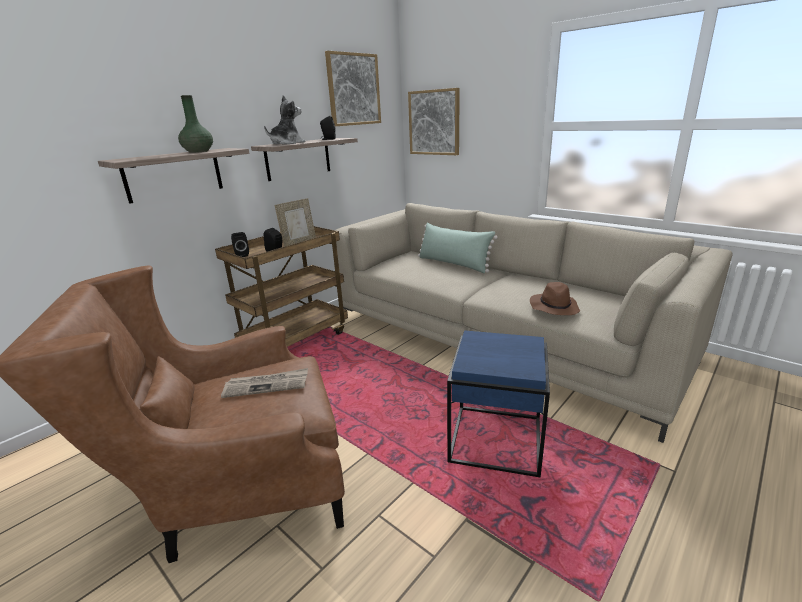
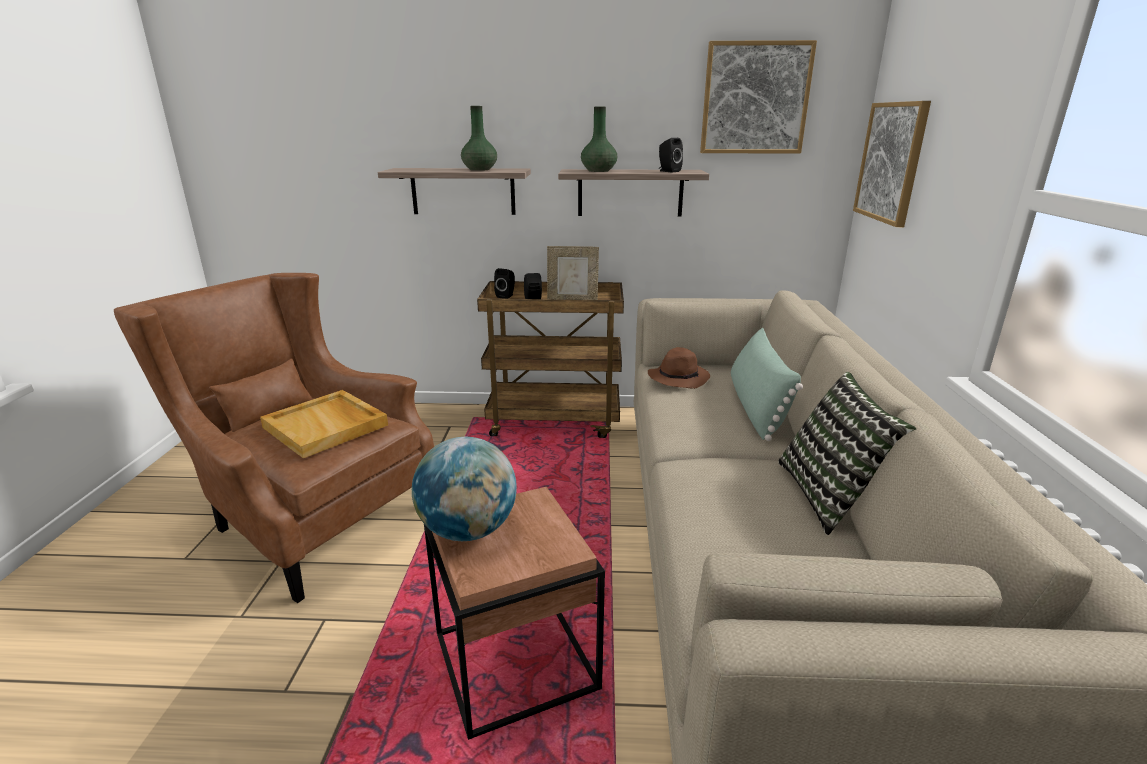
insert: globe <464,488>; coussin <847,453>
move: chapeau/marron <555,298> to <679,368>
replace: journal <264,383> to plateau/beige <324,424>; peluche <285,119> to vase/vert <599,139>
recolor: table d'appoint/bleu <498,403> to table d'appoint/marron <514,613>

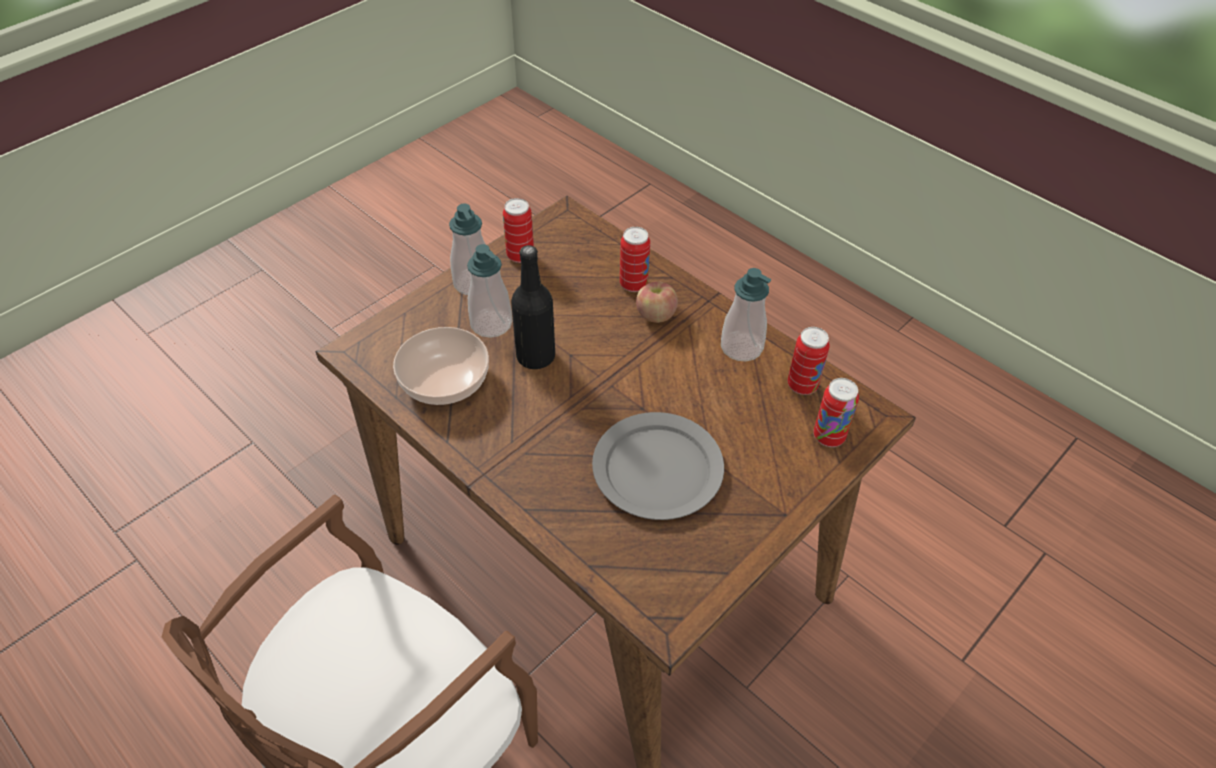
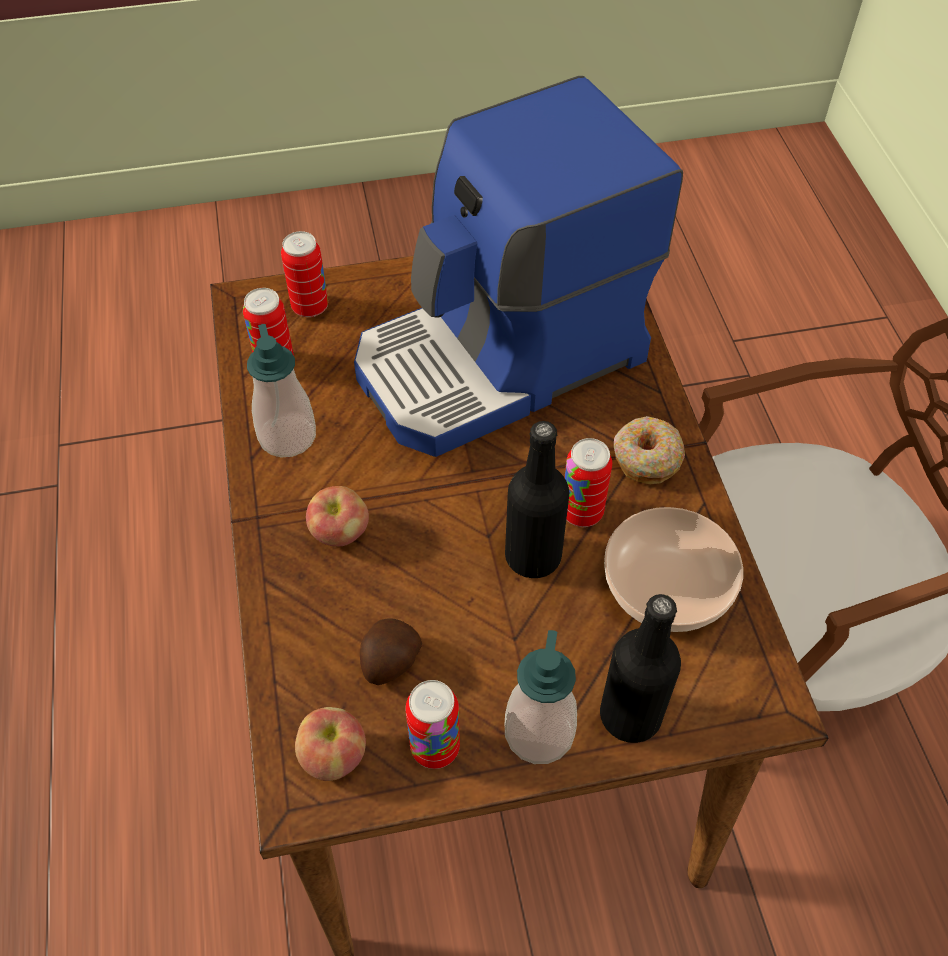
delete: distributeur de savon <489,291>
insert: pomme <330,744>; pomme de terre <391,651>; bouteille/noir <640,668>; beignet <649,450>
move: boîte métallique <635,259> to <588,482>
replace: assiette/gris <658,466> to machine à café <518,266>

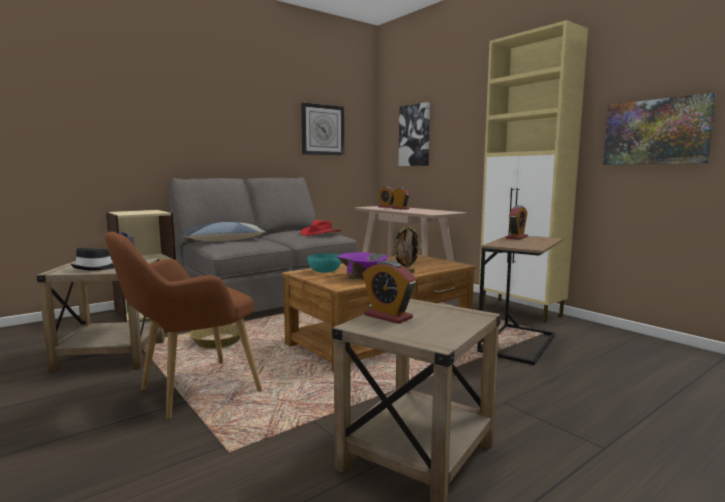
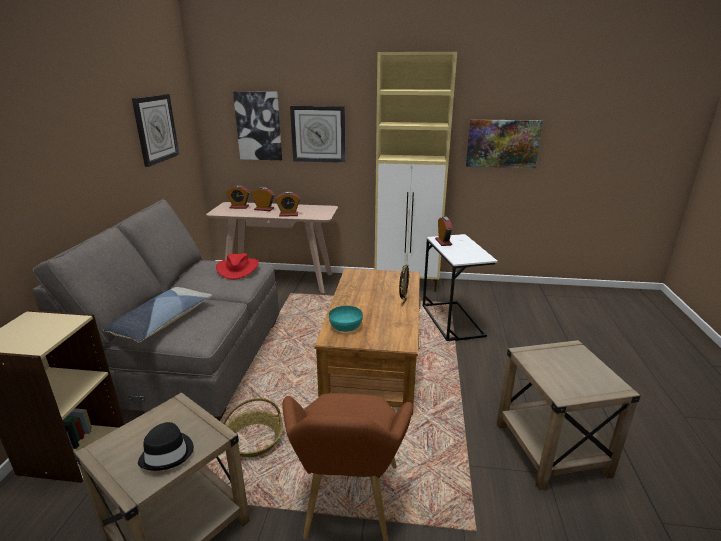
delete: bol/violet <362,265>
insert: horloge murale <318,134>
move: réveil <389,292> to <288,204>
recolor: table d'appoint/marron <520,300> to table d'appoint/blanc <460,287>

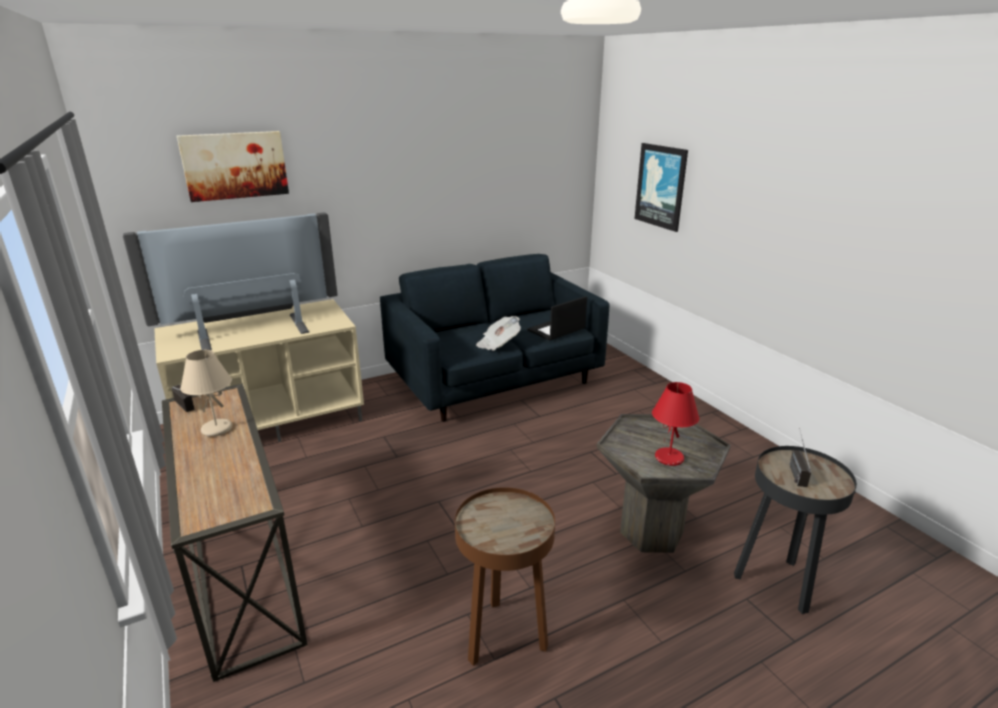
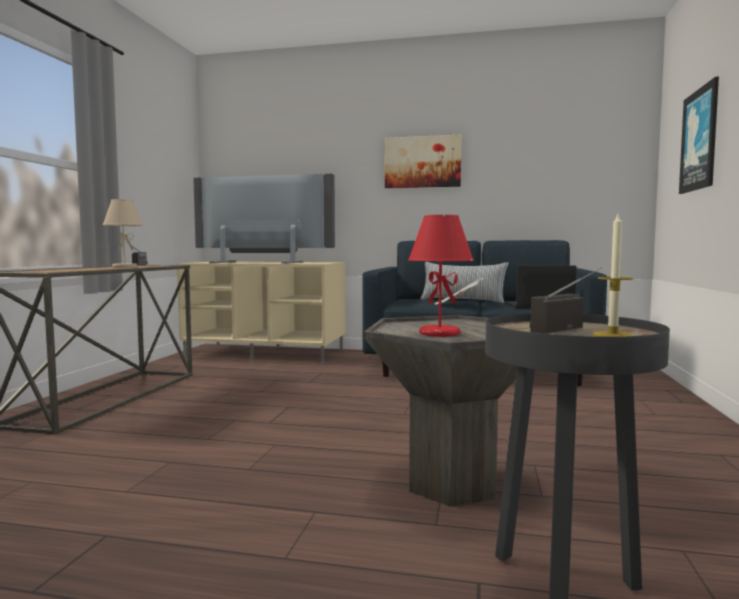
delete: table d'appoint/marron <505,576>
insert: coussin <464,282>; bougie <613,275>
move: tableau <233,166> to <423,161>

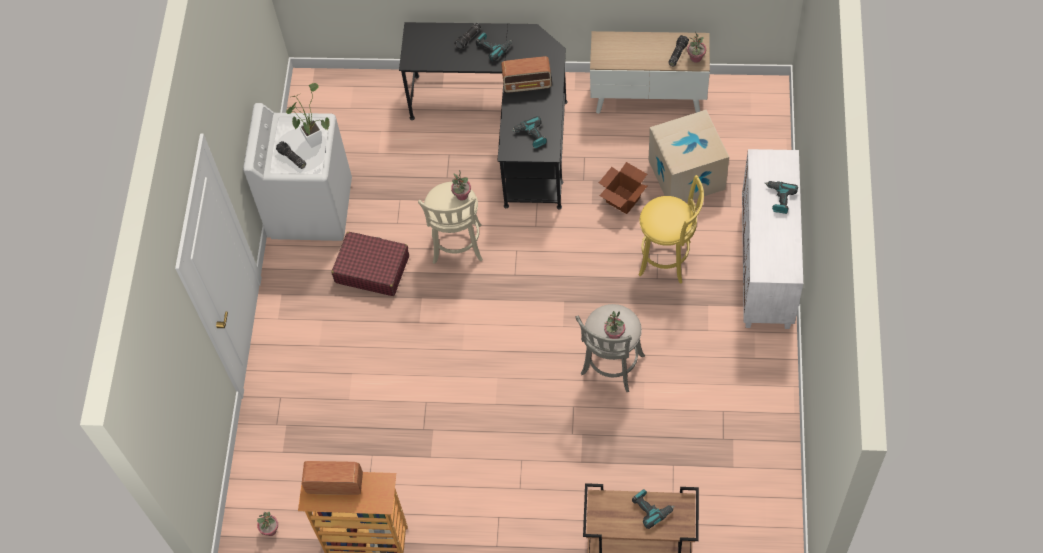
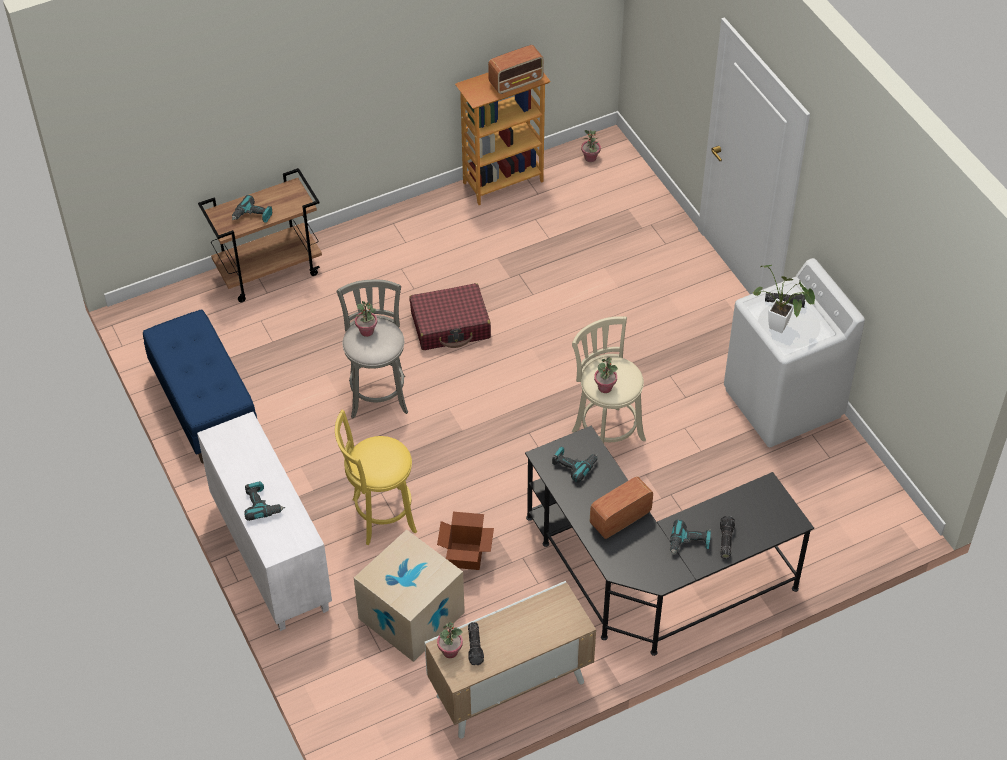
insert: banc/bleu <200,386>
move: valise/rouge <370,264> to <450,316>

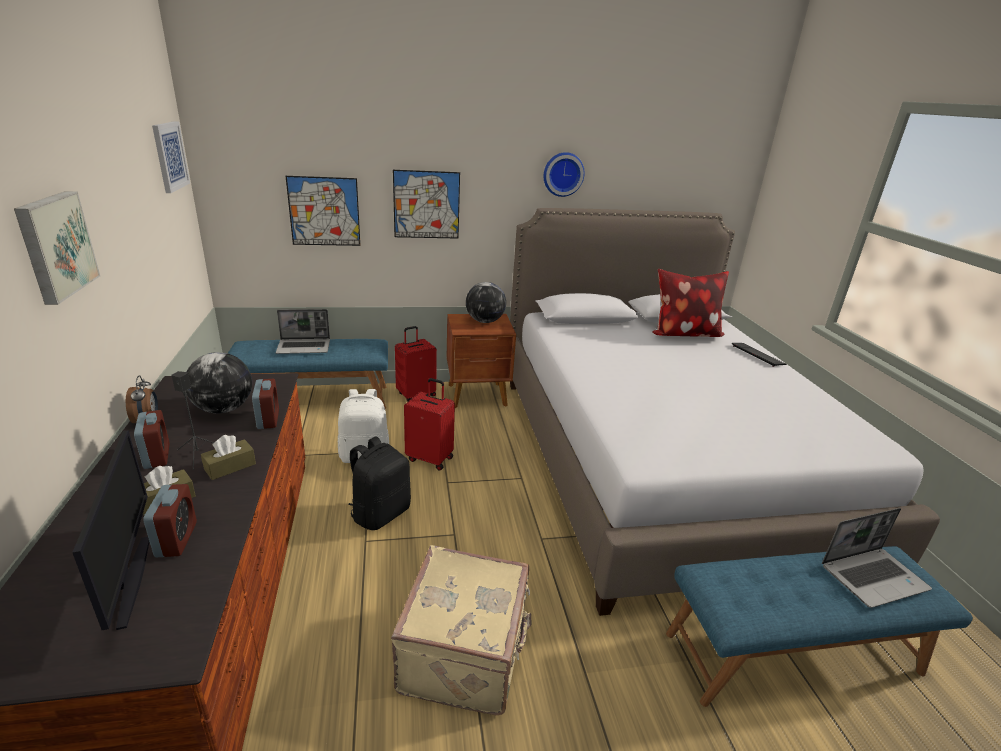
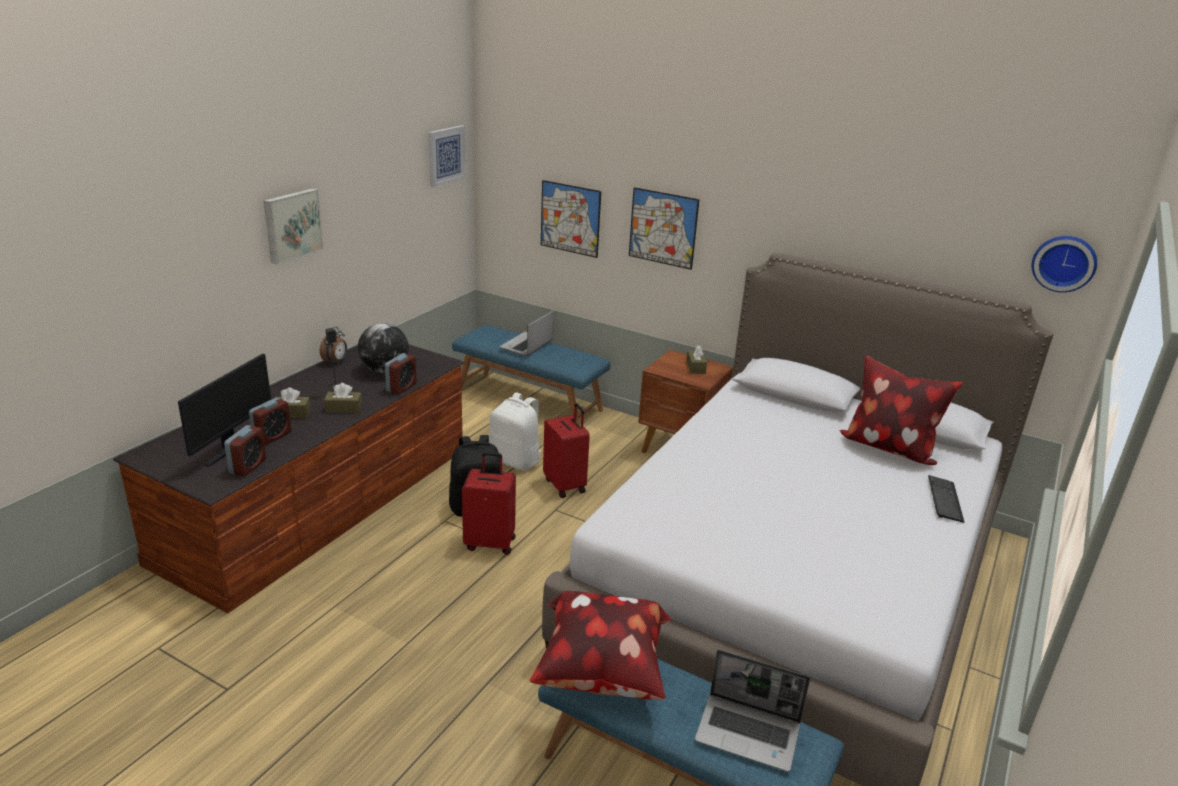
delete: valise/beige <461,630>
insert: coussin <601,645>
move: réveil <152,439> to <245,451>; valise/rouge <416,363> to <489,503>; horloge murale <564,174> to <1064,264>
replace: globe <486,302> to boîte à mouchoirs/marron <696,359>
rotate: ordinateur portable <302,331> = <526,333> 90 degrees clockwise

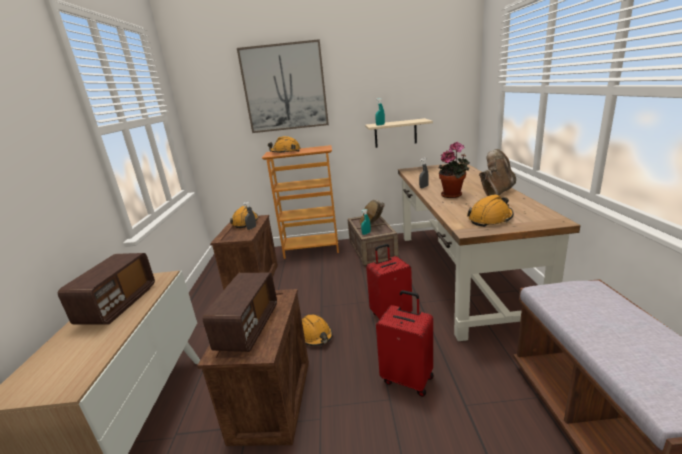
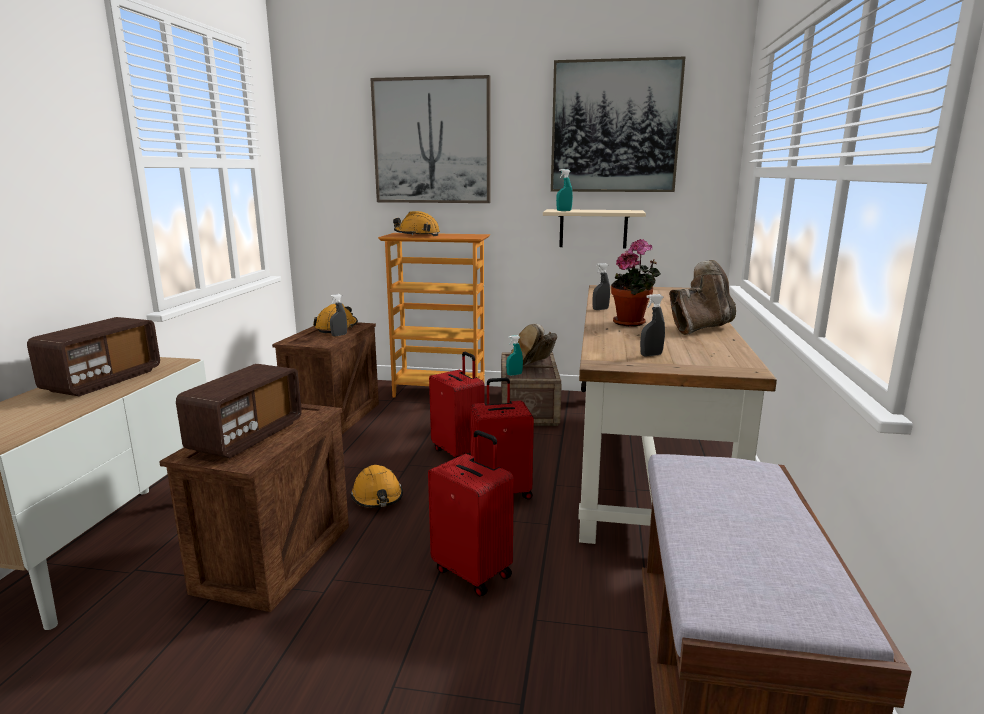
insert: valise/rouge <457,405>; tableau <618,124>
replace: casque de chantier/orange <490,210> to vaporisateur/gris <652,325>

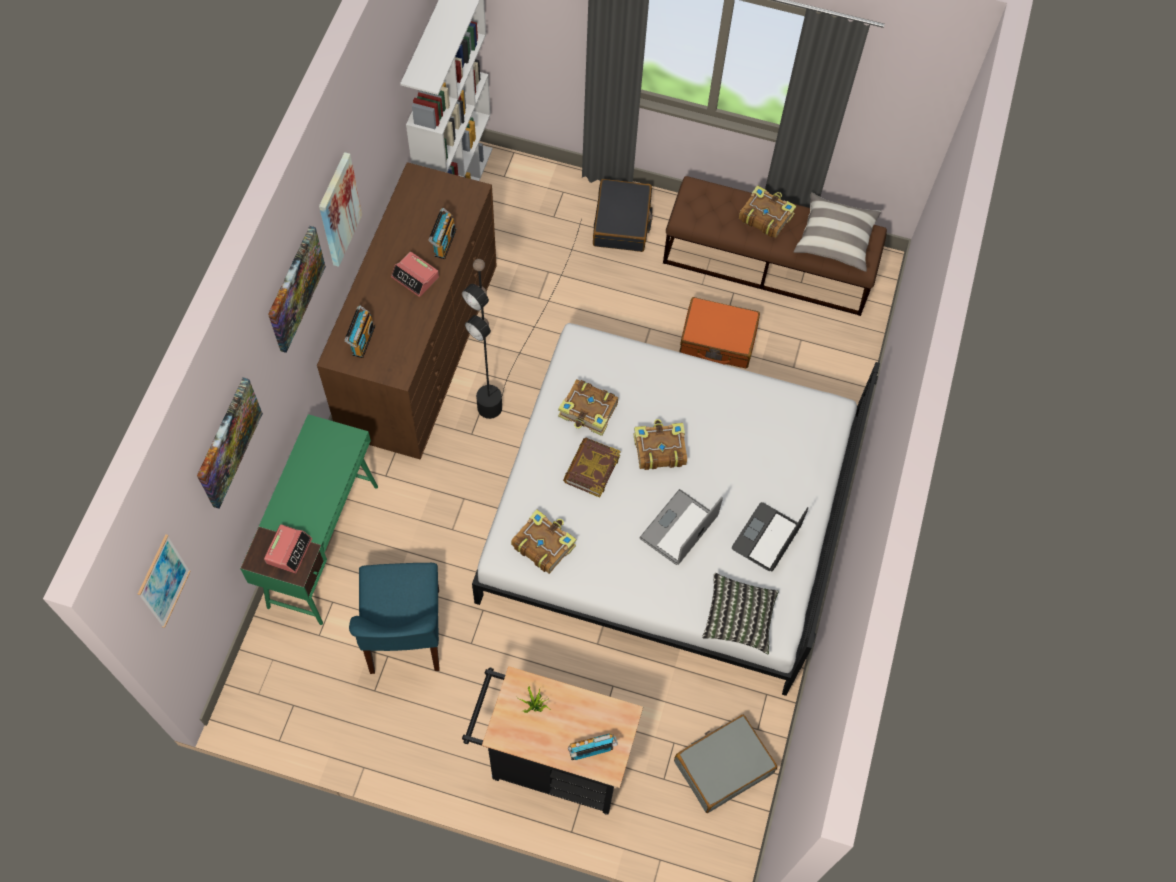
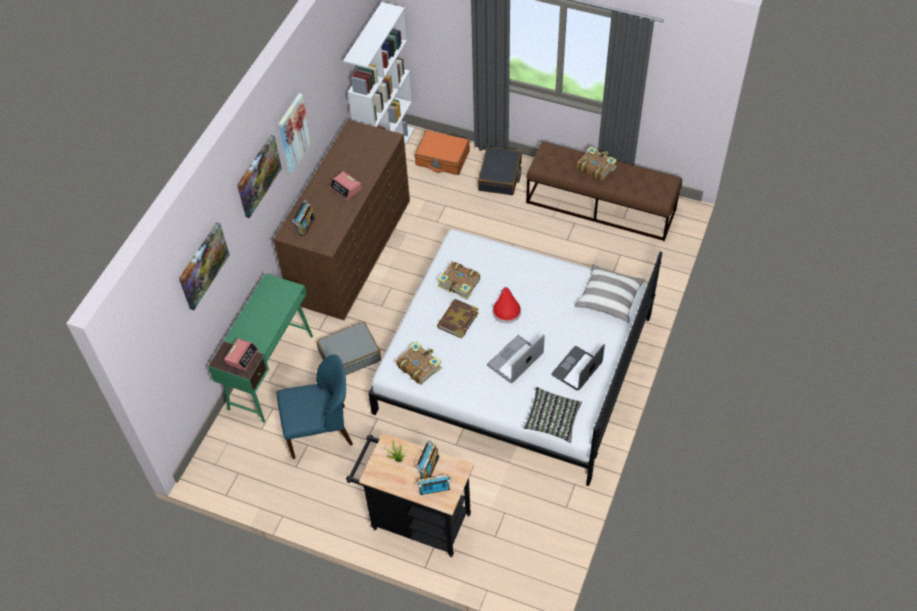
delete: tableau <164,581>; lampadaire/noir <522,319>
move: radio <442,233> to <427,459>; valise/gris <725,764> to <348,348>; valise/orange <720,332> to <442,152>; coussin <837,232> to <609,293>
replace: livre <660,444> to chapeau/rouge <507,305>
rotate: chaise/bleu <394,618> = <315,406> 105 degrees counterclockwise

